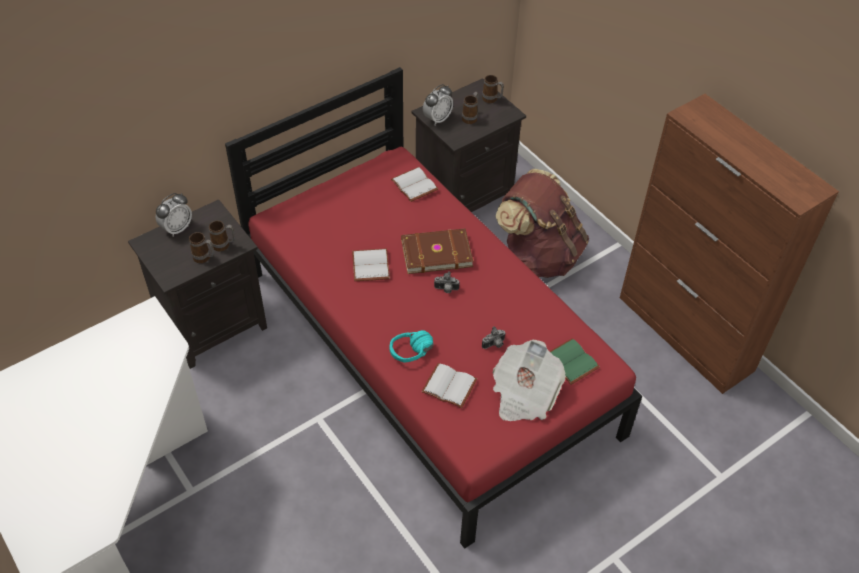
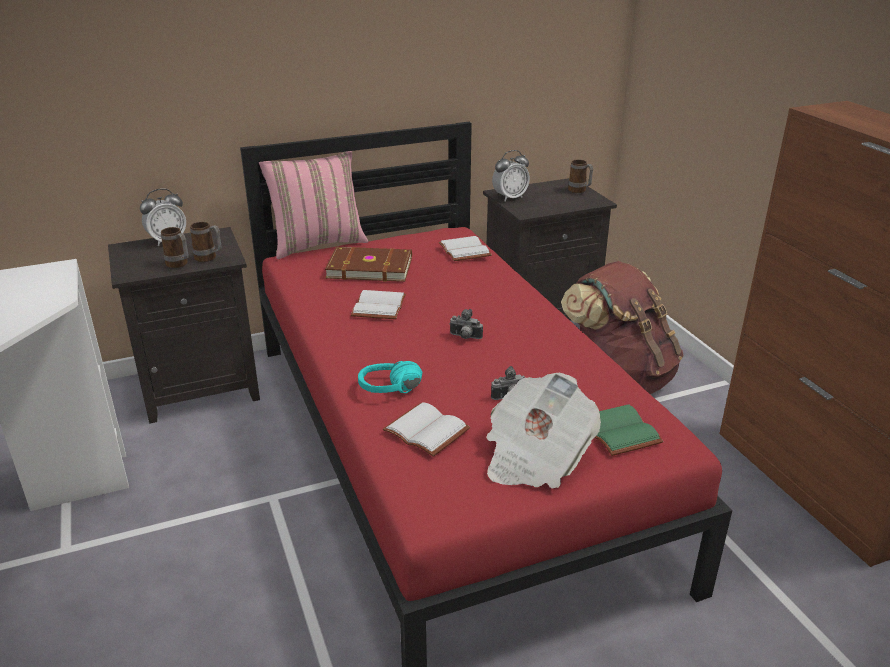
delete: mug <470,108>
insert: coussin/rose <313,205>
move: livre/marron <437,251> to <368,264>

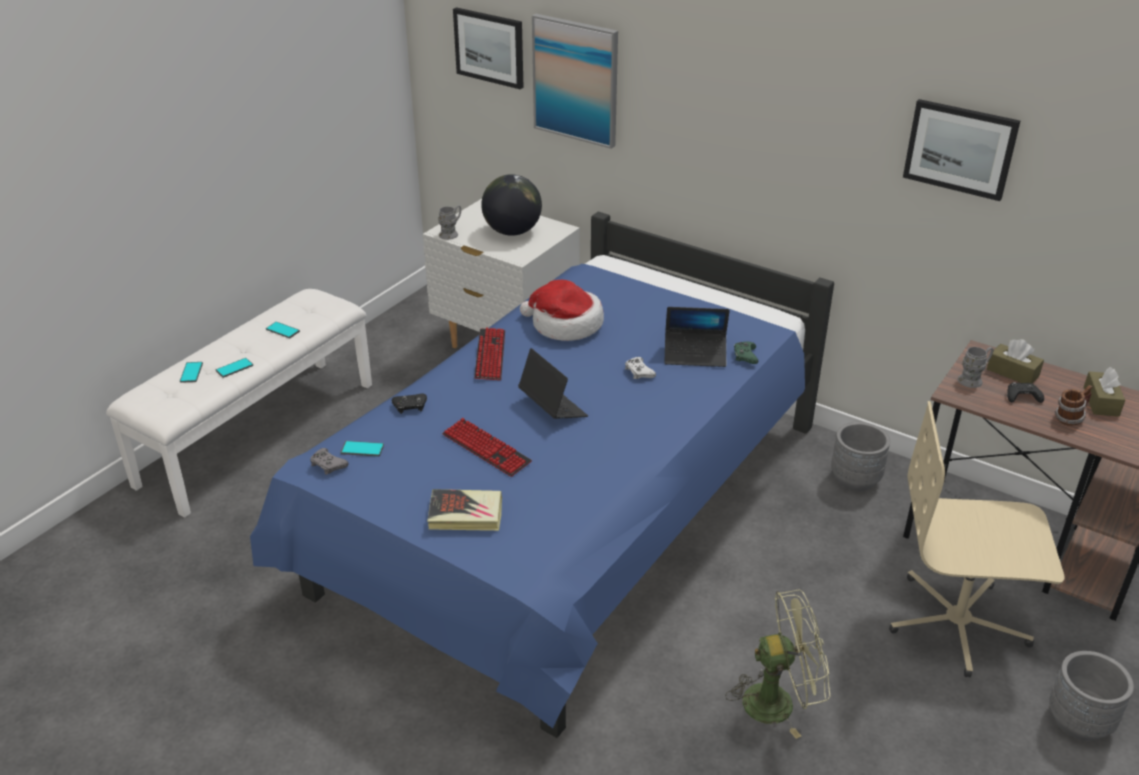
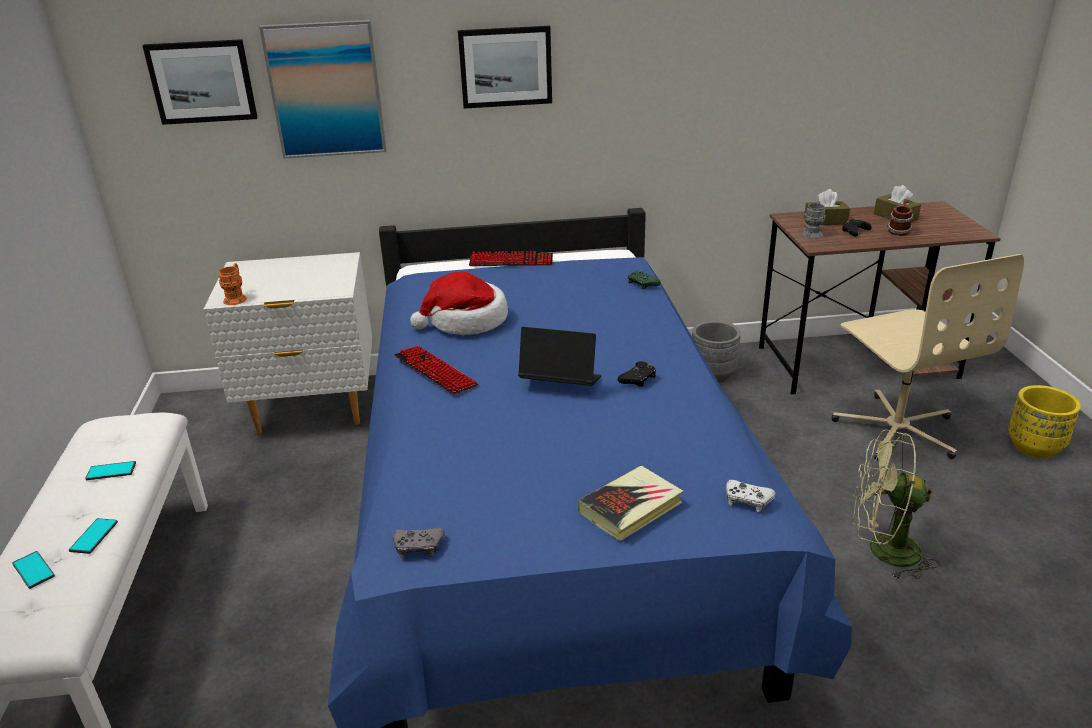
delete: téléphone <362,449>; globe <511,205>; ordinateur portable <697,337>
move: manette/noir <409,403> to <637,374>; clavier <487,447> to <511,258>; manette/blanc <640,368> to <751,496>; tableau <961,150> to <505,67>
recolor: mug/gris <449,222> to mug/orange <233,284>; cache-pot/gris <1091,696> to cache-pot/jaune <1044,421>
rotate: ventilateur/vert <777,664> = <895,504> 120 degrees counterclockwise; chaise de bureau/beige <977,539> = <927,357> 75 degrees counterclockwise

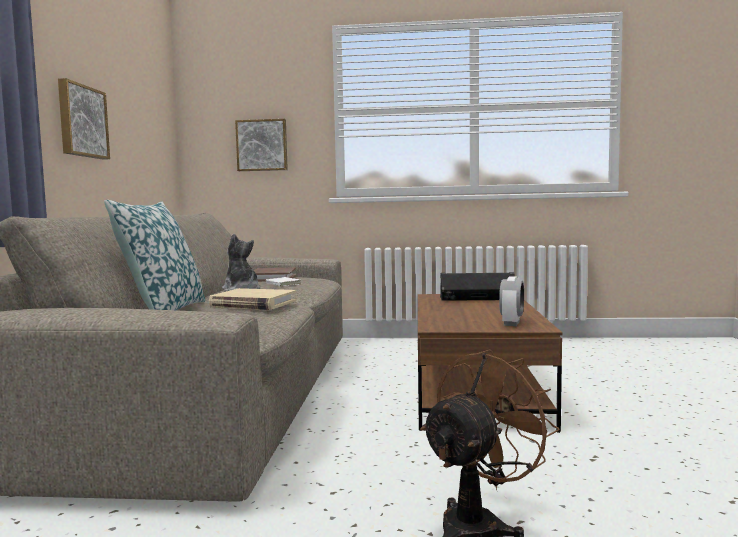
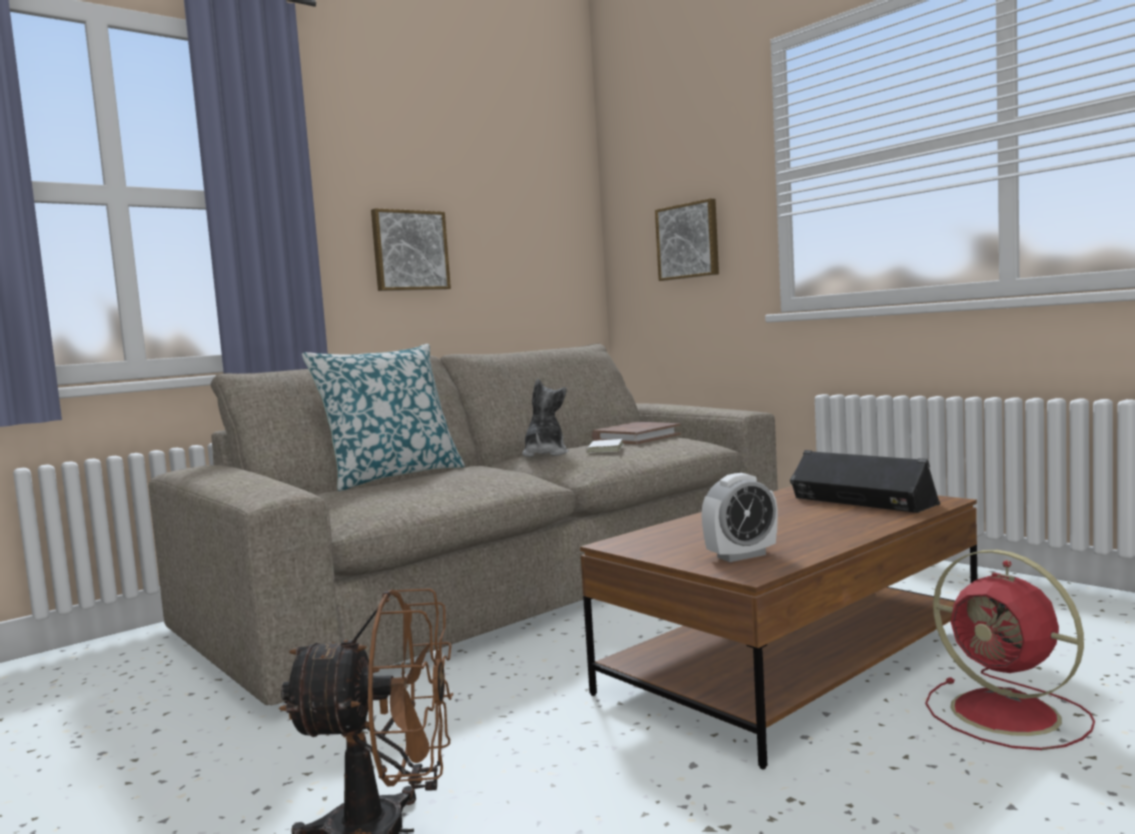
delete: livre/beige <253,299>
insert: ventilateur/rouge <1010,650>

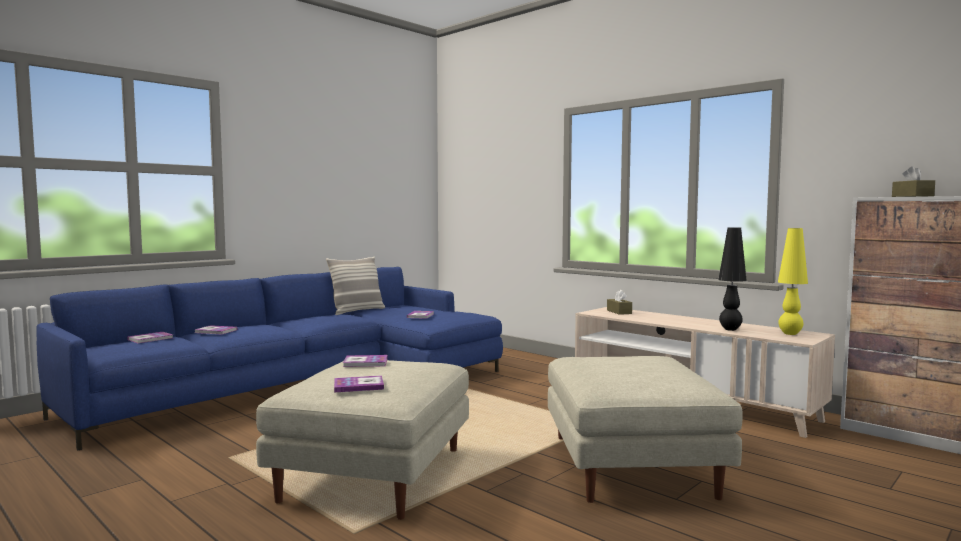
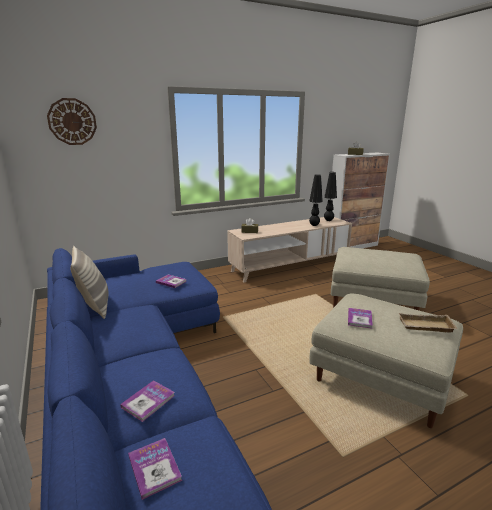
insert: horloge murale <72,121>
replace: livre <359,384> to plateau/beige <428,323>
recolor: lampe de table/jaune <793,281> to lampe de table/noir <330,196>

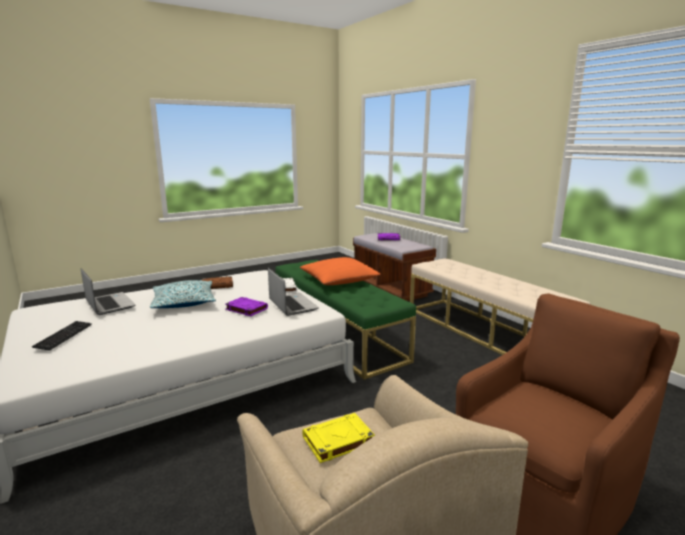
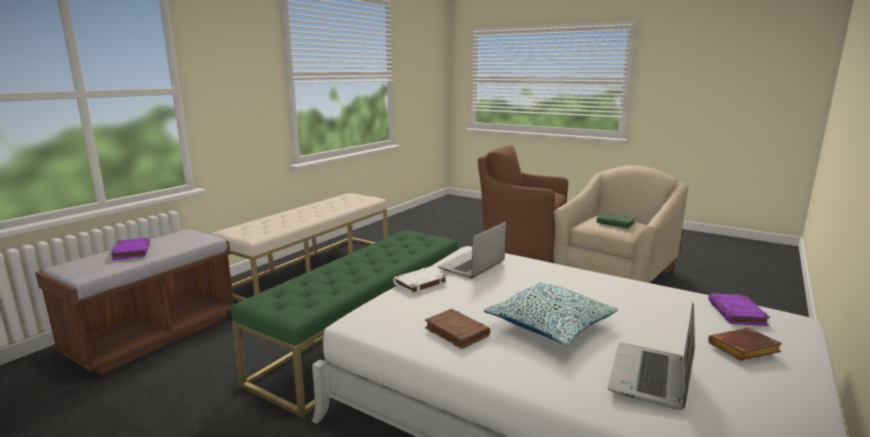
delete: coussin/orange <340,271>
move: livre/violet <246,306> to <739,309>
replace: clavier <62,335> to livre/marron <745,344>
recolor: livre/jaune <338,438> to livre/vert <616,220>

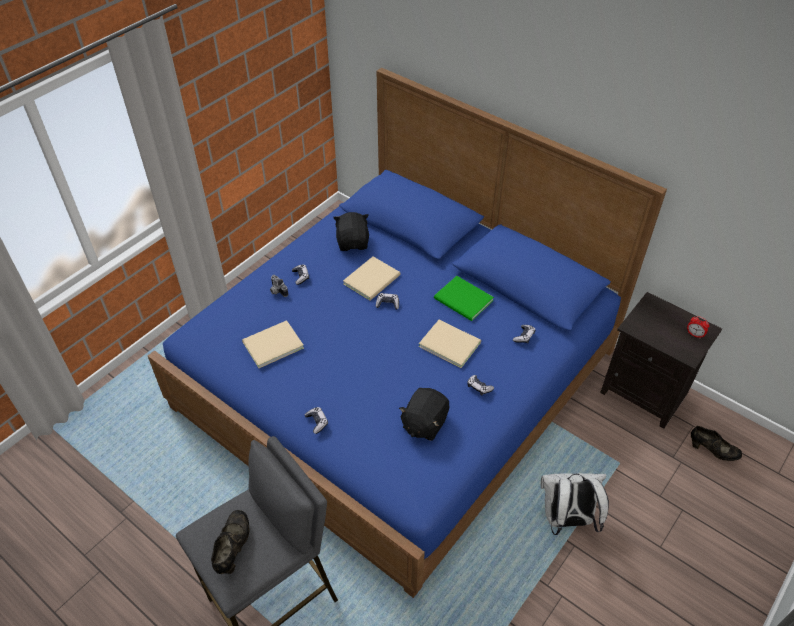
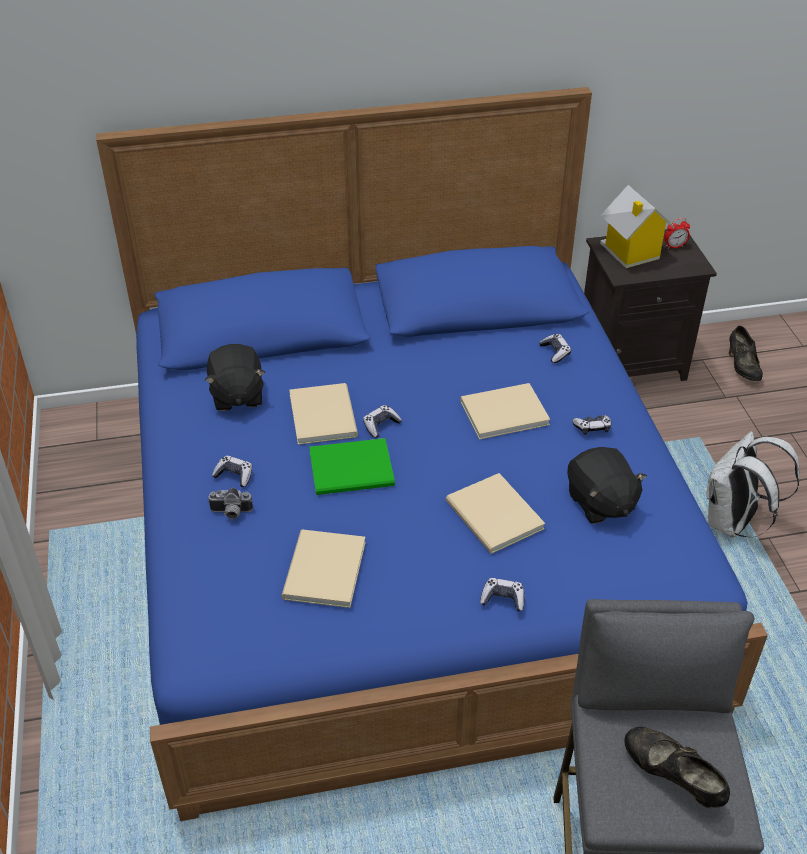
insert: livre/beige <495,513>; maison miniature <637,226>
move: livre/vert <464,298> to <352,466>
rotate: peluche/noir <351,231> = <235,377> 135 degrees counterclockwise; chaussure/noir <716,443> = <746,353> 105 degrees clockwise

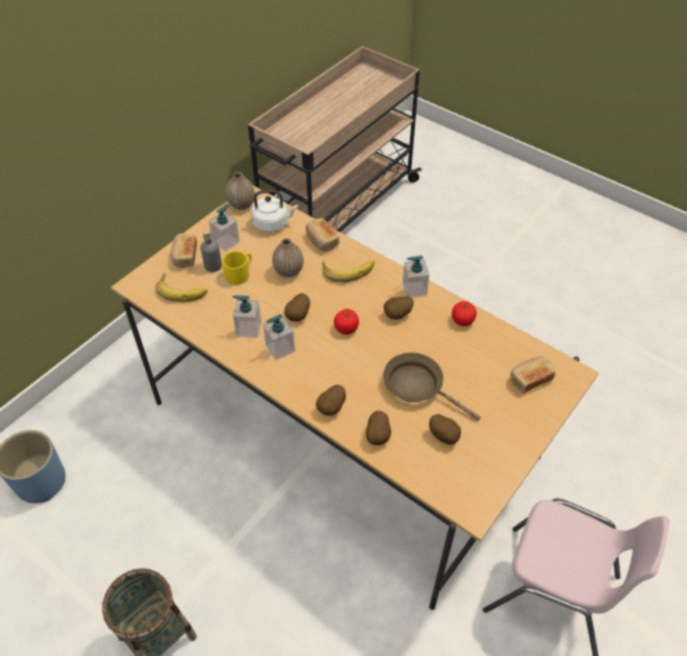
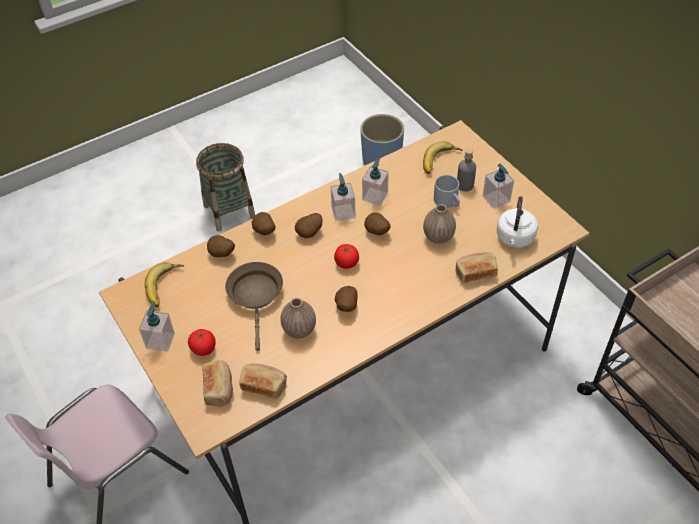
move: pain <184,250> to <263,381>; vase <240,191> to <298,318>; banane <348,271> to <164,284>; distributeur de savon <416,277> to <157,326>; pomme de terre <445,429> to <308,225>; tomate <464,313> to <202,342>
recolor: mug/jaune <237,268> to mug/gris <447,191>
rotate: poêle/marron <431,386> = <254,306> 60 degrees counterclockwise

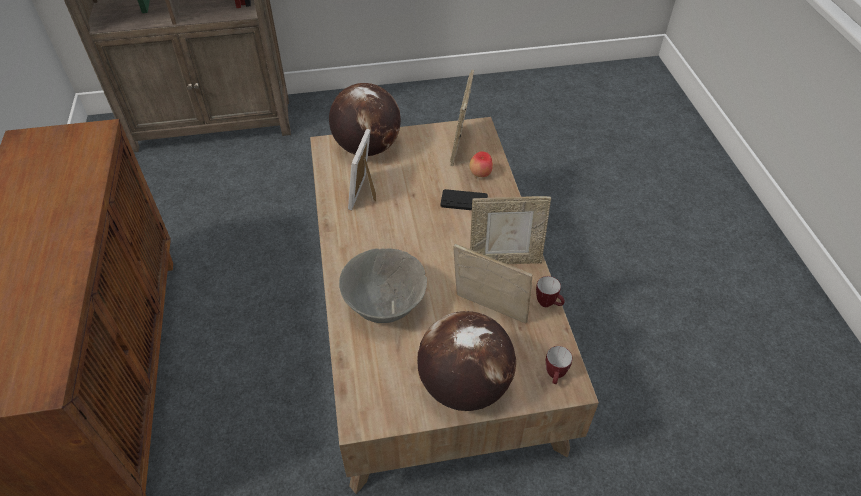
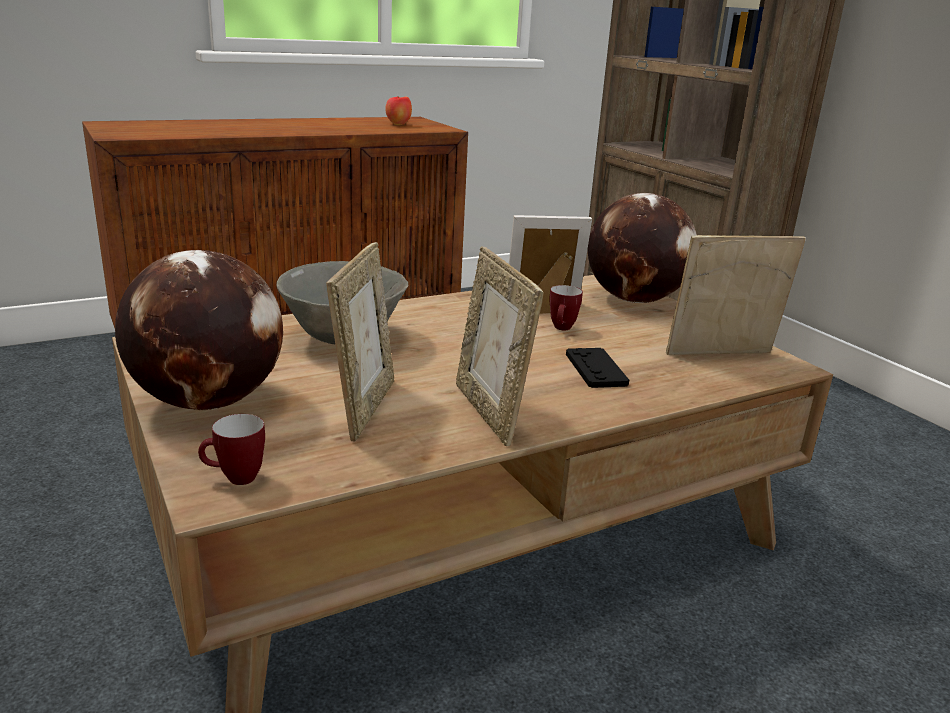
move: pomme <481,164> to <398,110>; mug <550,291> to <566,307>

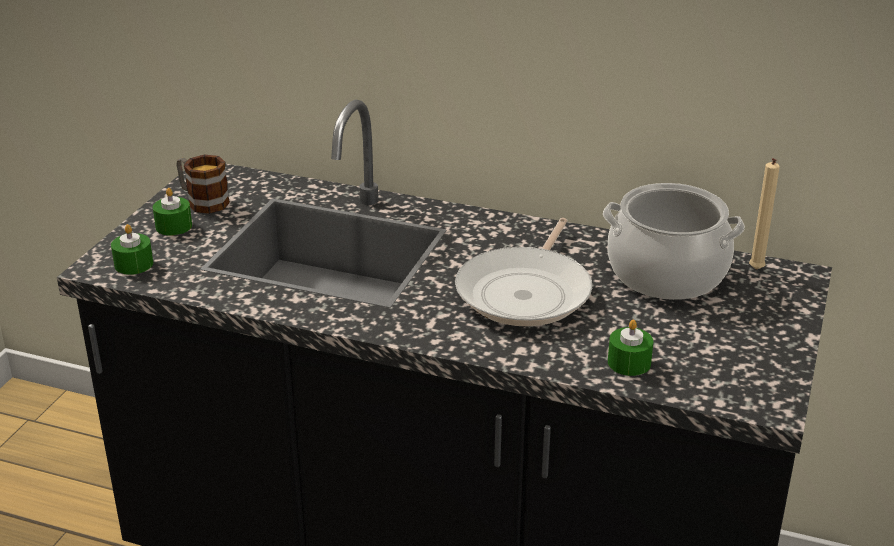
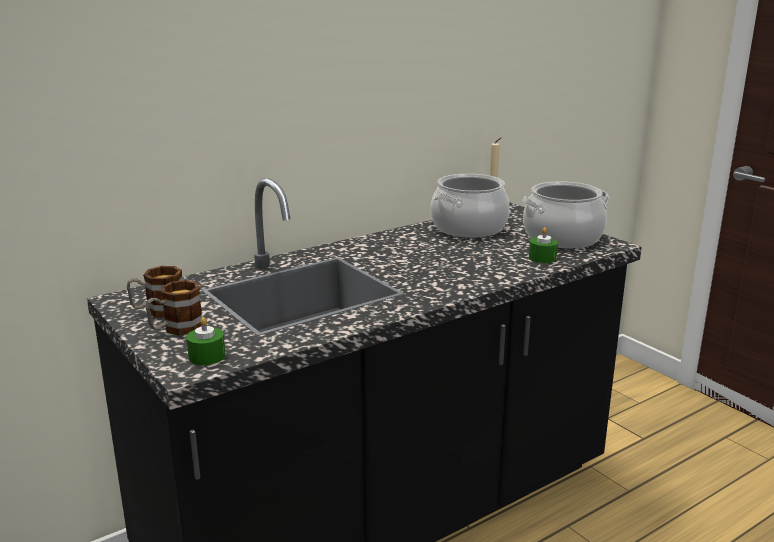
delete: poêle <523,272>
insert: marmite <565,215>
replace: bougie/vert <172,211> to mug <174,308>

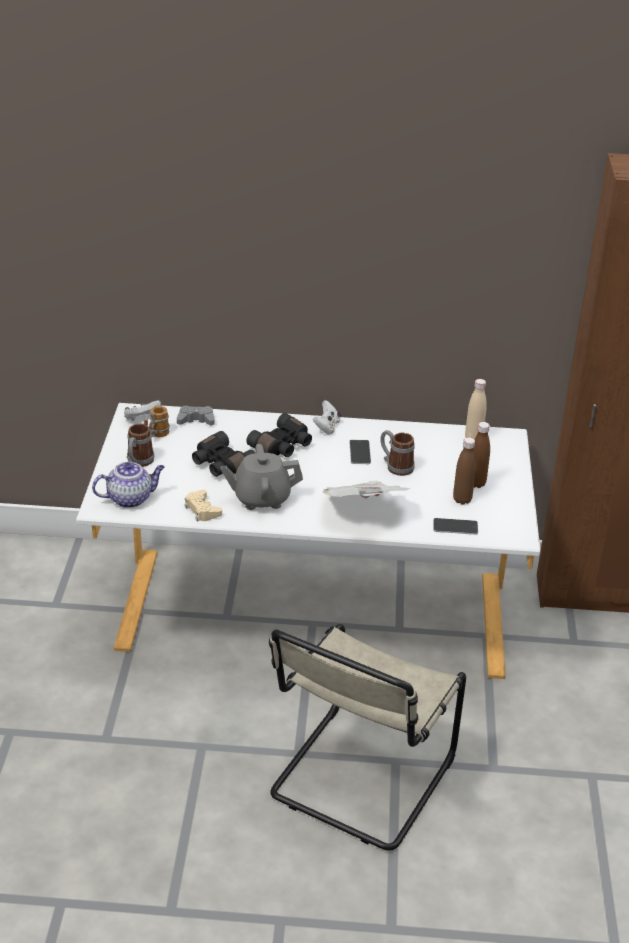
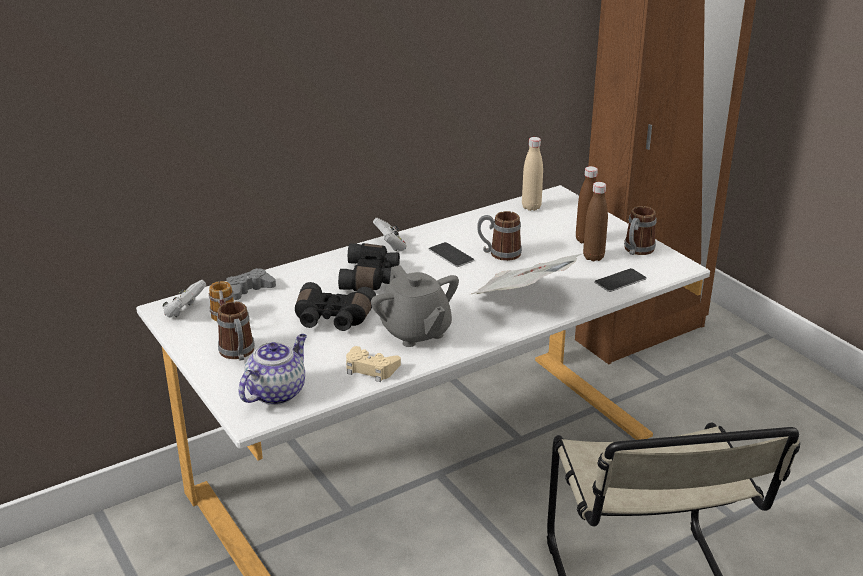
insert: mug <640,230>
rotate: théière/gris <261,477> = <415,306> 75 degrees counterclockwise

